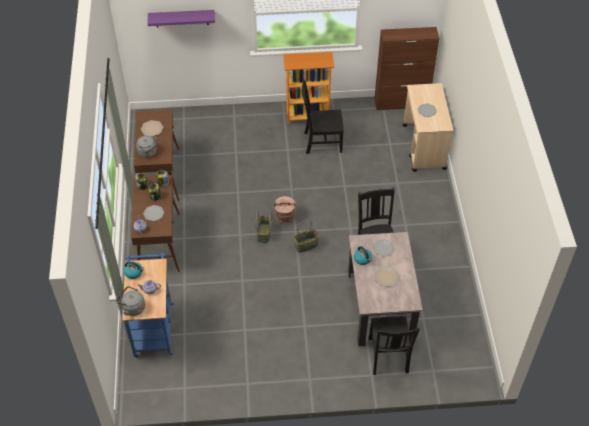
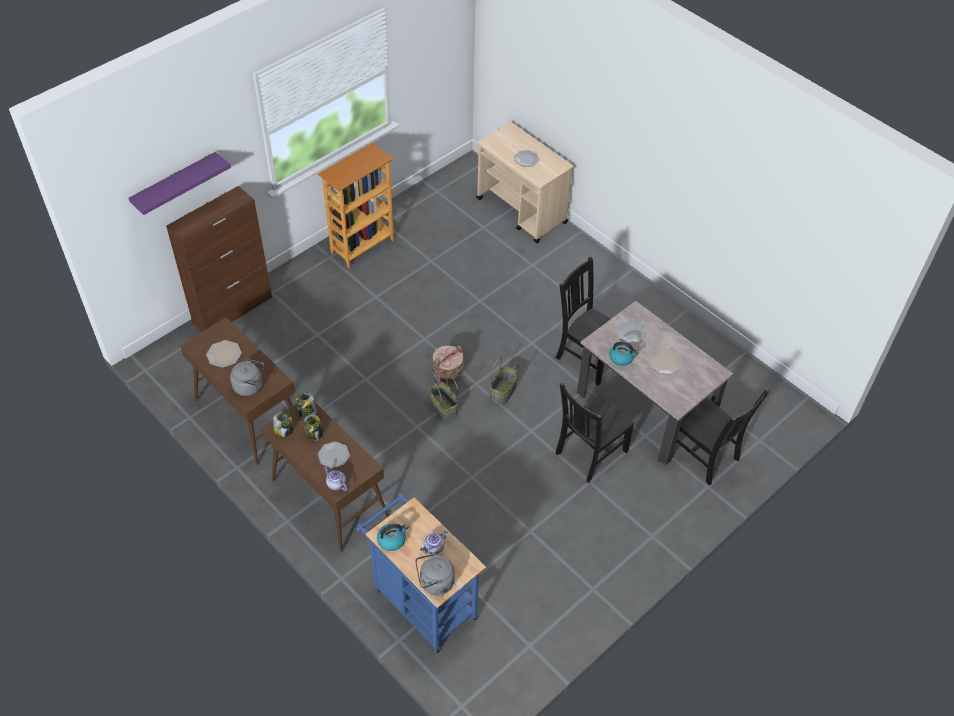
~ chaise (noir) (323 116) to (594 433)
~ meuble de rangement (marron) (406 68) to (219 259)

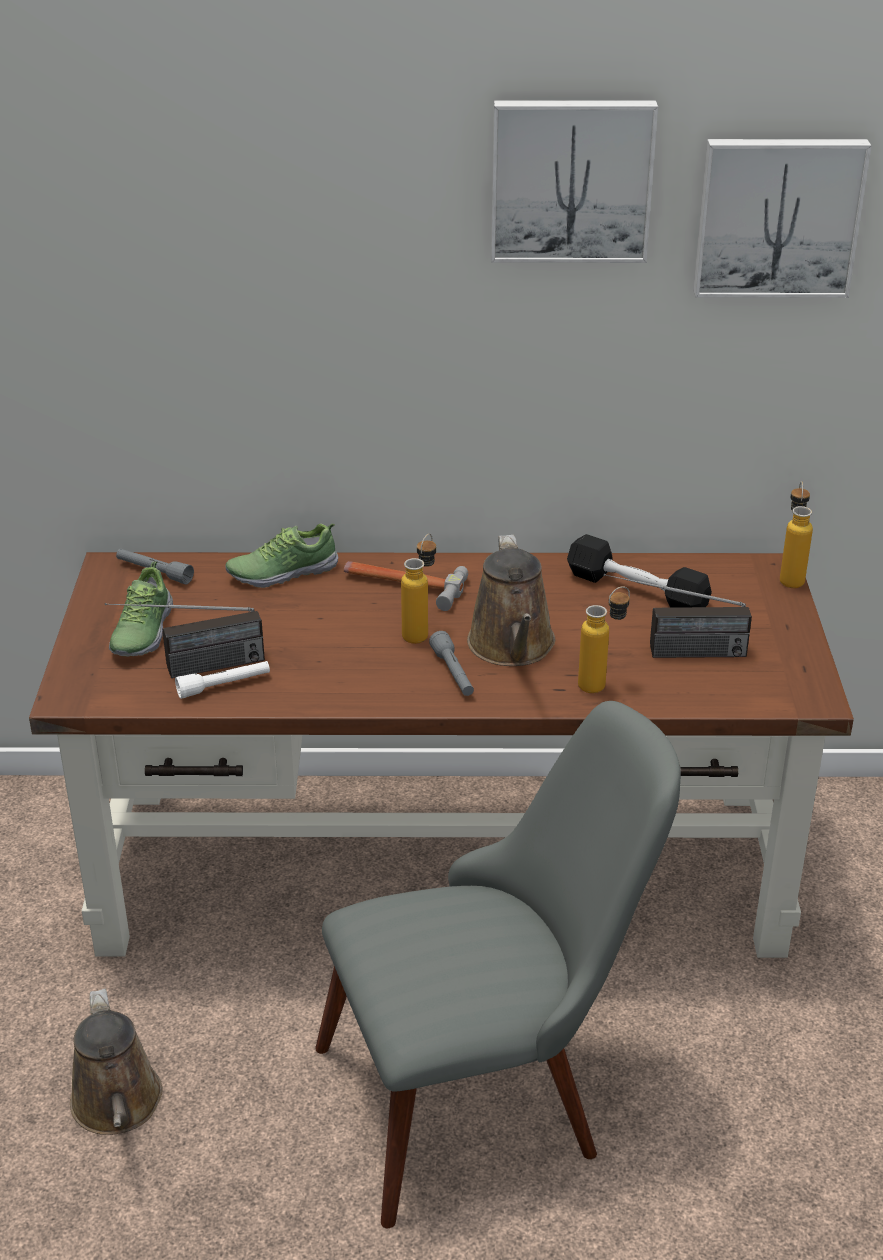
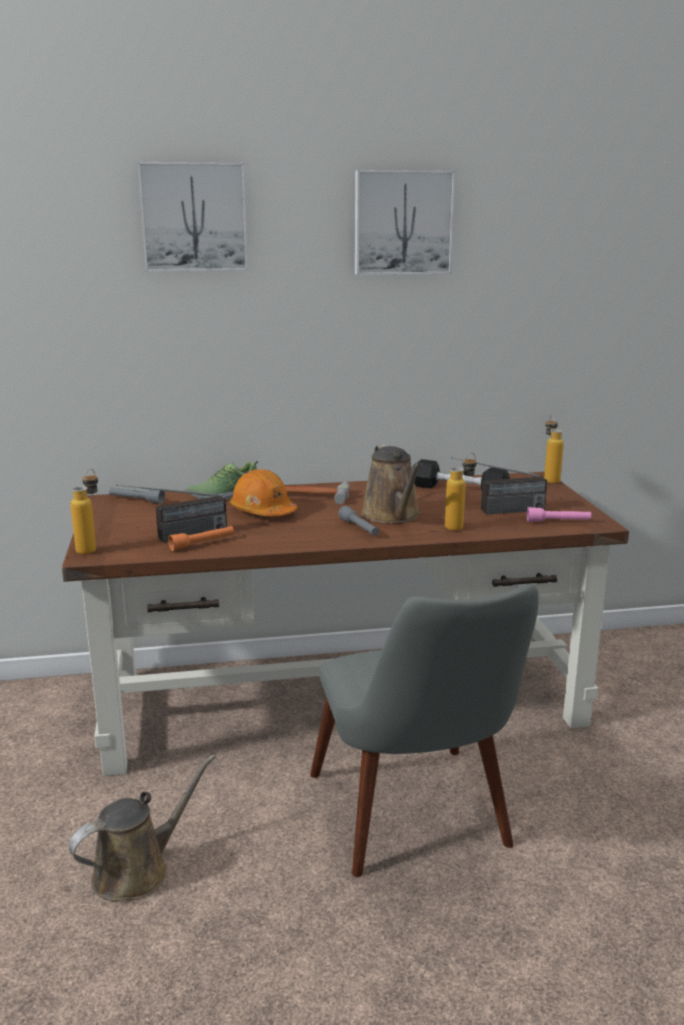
~ arrosoir (marron) (116 1061) = (142 828) 105 degrees counterclockwise
- chaussure (141 609)
~ lampe de poche (blanc) (222 680) to lampe de poche (orange) (201 538)
~ chaise (gris) (498 964) = (424 730) 105 degrees clockwise
~ bouteille (418 589) to (84 511)
~ tableau (782 218) to (193 217)
+ casque de chantier (orange) (263 492)
+ lampe de poche (rose) (559 514)

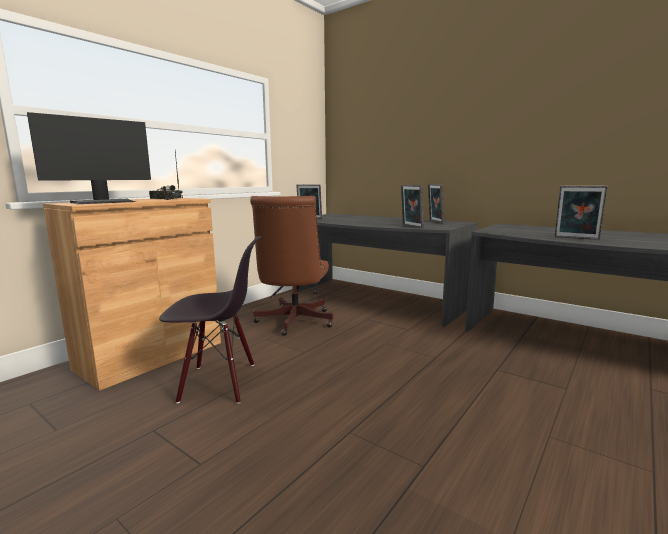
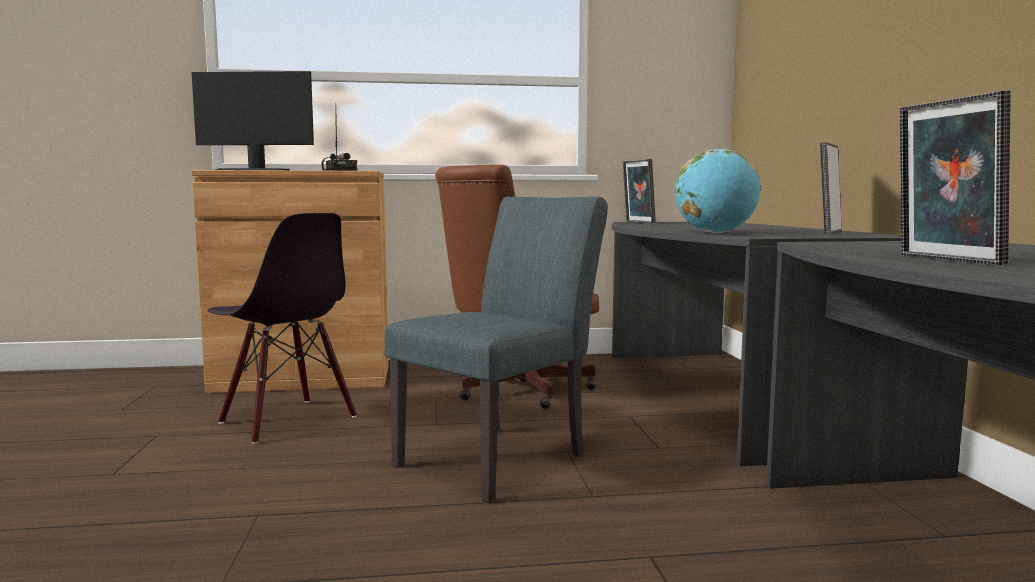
~ cadre photo (412 206) to globe (718 191)
+ chaise (gris) (496 350)

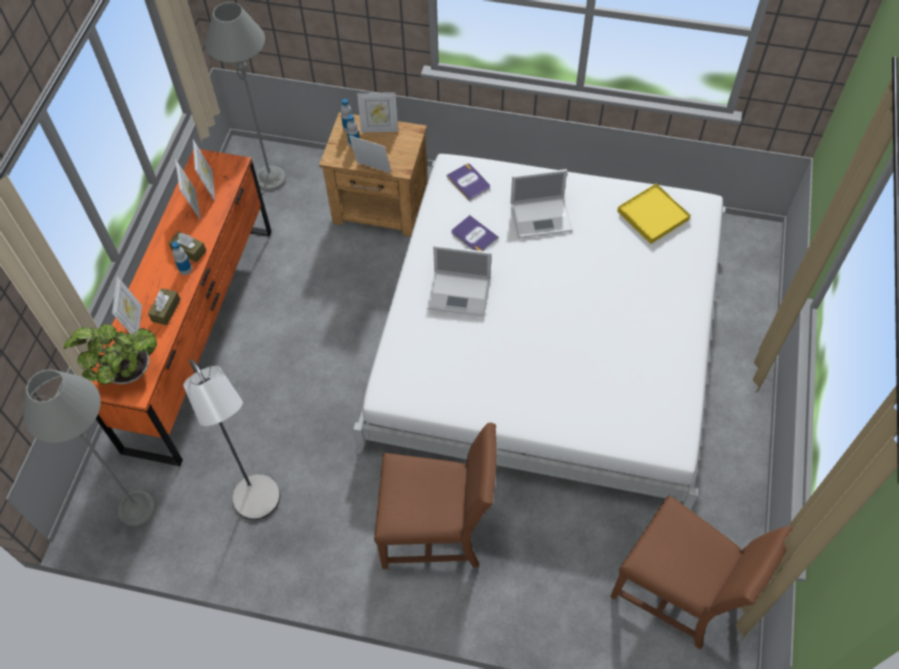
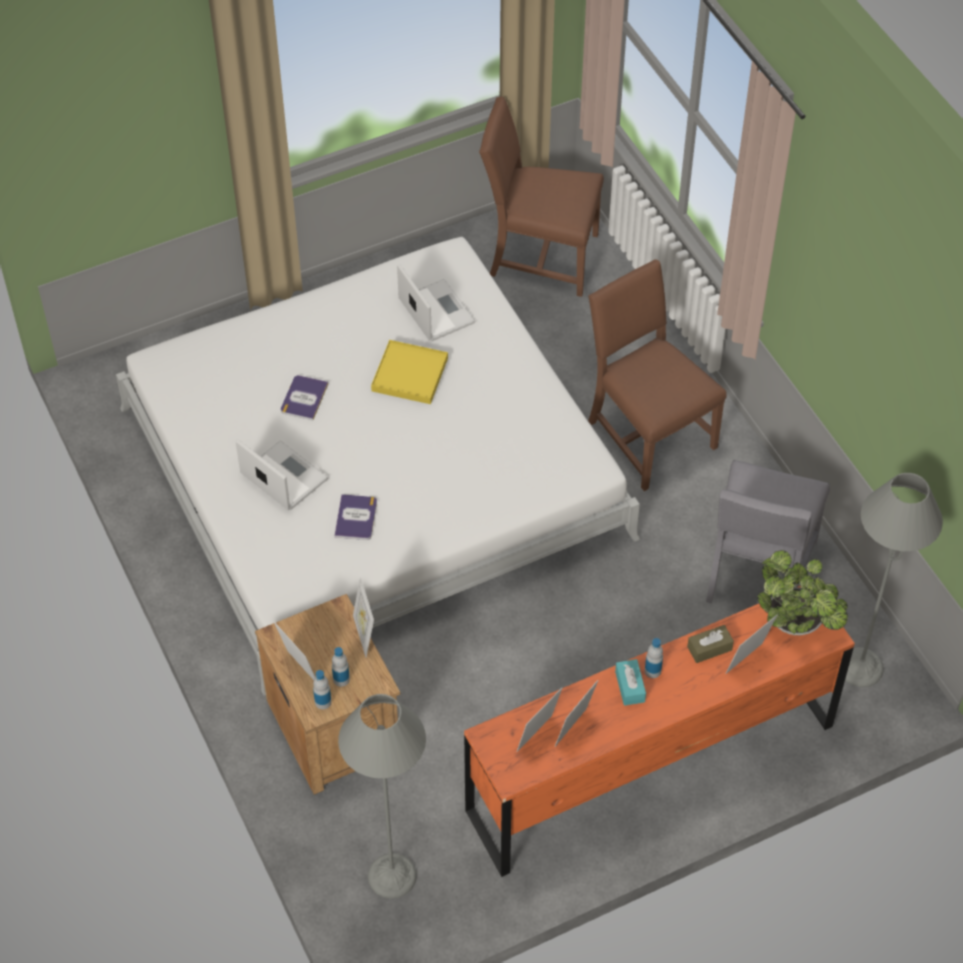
~ boîte à mouchoirs (marron) (187 246) to boîte à mouchoirs (turquoise) (630 682)
~ lampadaire (gris) (231 439) to chaise (gris) (768 531)
~ ordinateur portable (459 280) to (436 302)
~ livre (468 182) to (304 397)
~ chaise (marron) (701 573) = (541 197) 75 degrees counterclockwise
~ plateau (jaune) (653 214) to (409 372)

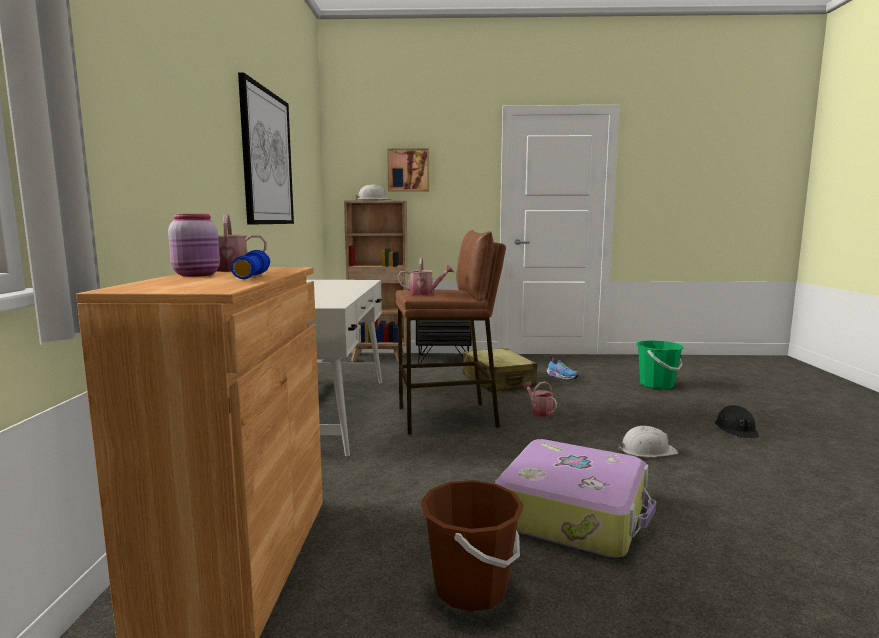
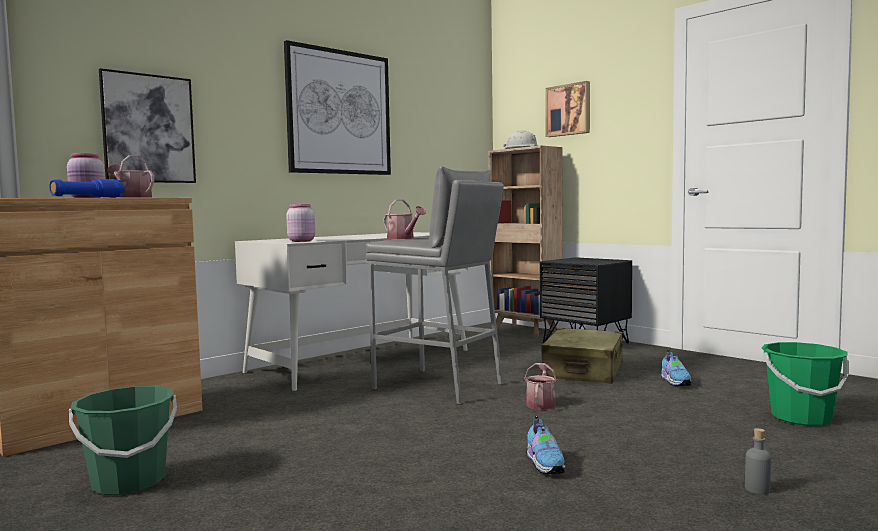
~ tabouret (marron) (451 332) to tabouret (gris) (435 285)
~ seau (marron) (472 545) to seau (vert) (123 440)
- valise (575 498)
~ casque de chantier (blanc) (648 441) to chaussure (545 445)
~ casque de chantier (noir) (737 421) to bouteille (gris) (758 461)
+ tableau (147 125)
+ bocal (rose) (300 223)

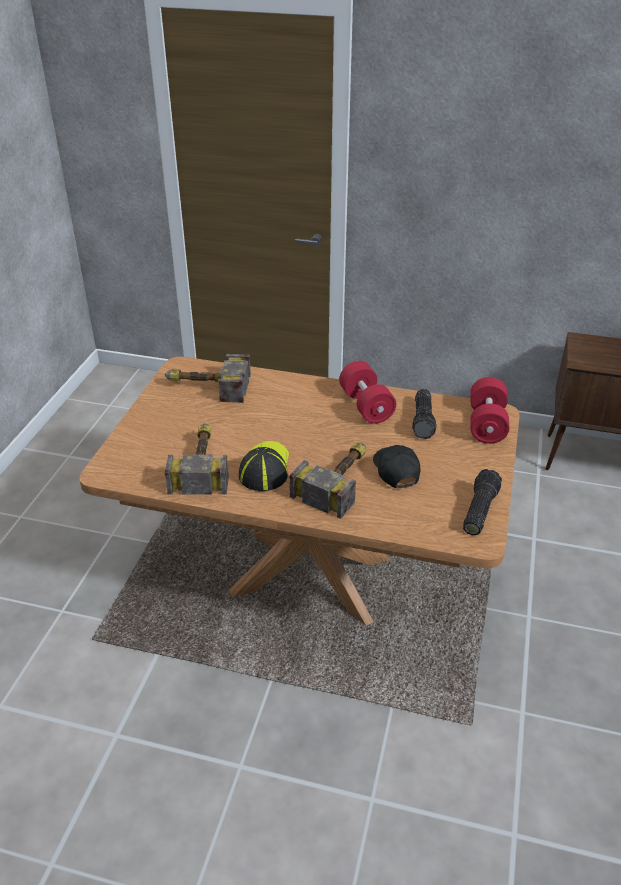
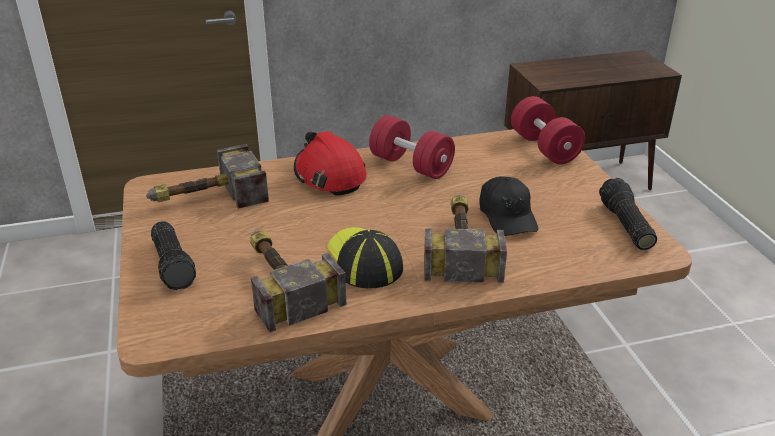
~ casquette (noir) (397 466) = (509 206) 150 degrees counterclockwise
~ lampe de poche (424 414) to (173 255)
+ casque de chantier (rouge) (330 163)

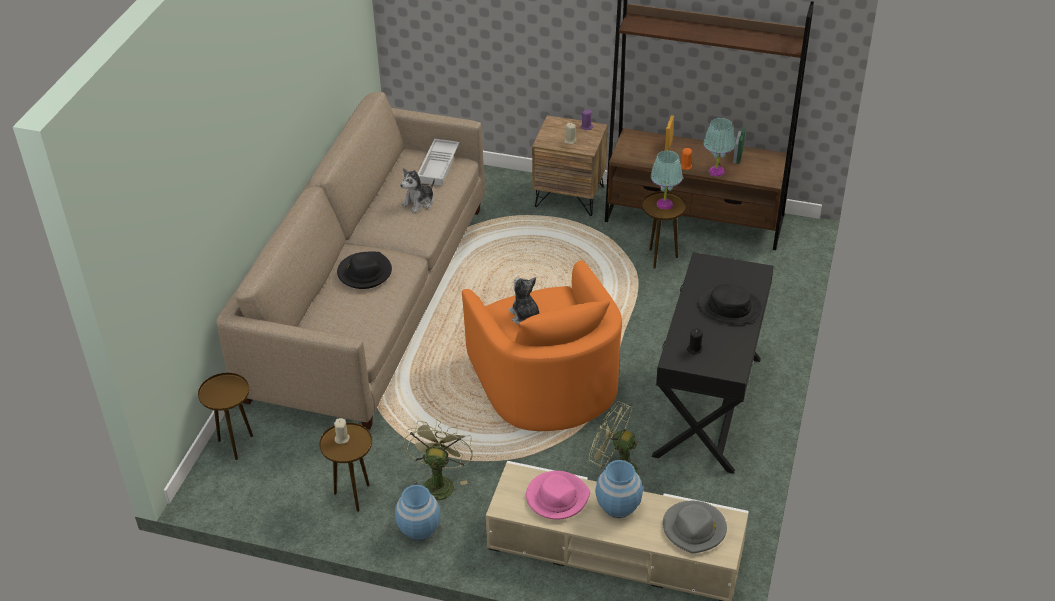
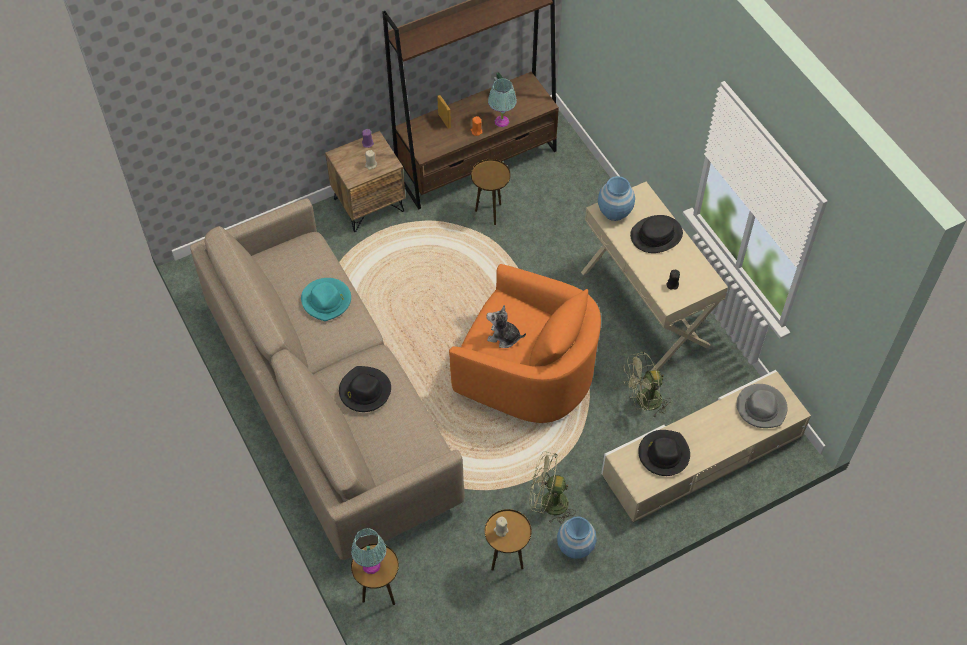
~ peluche (417 190) to chapeau (turquoise) (326 299)
~ ventilateur (vert) (438 460) = (552 487) 45 degrees counterclockwise
- plateau (blanc) (439 162)
~ chapeau (rose) (558 495) to chapeau (noir) (664 453)
~ vase (bleu) (619 489) to (616 198)
~ lampe de table (turquoise) (667 179) to (368 551)
~ table console (noir) (713 363) to table console (beige) (654 276)

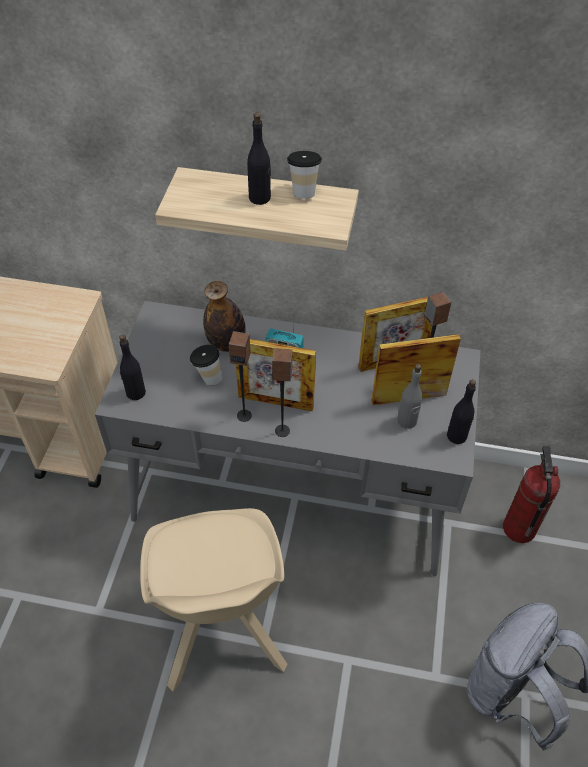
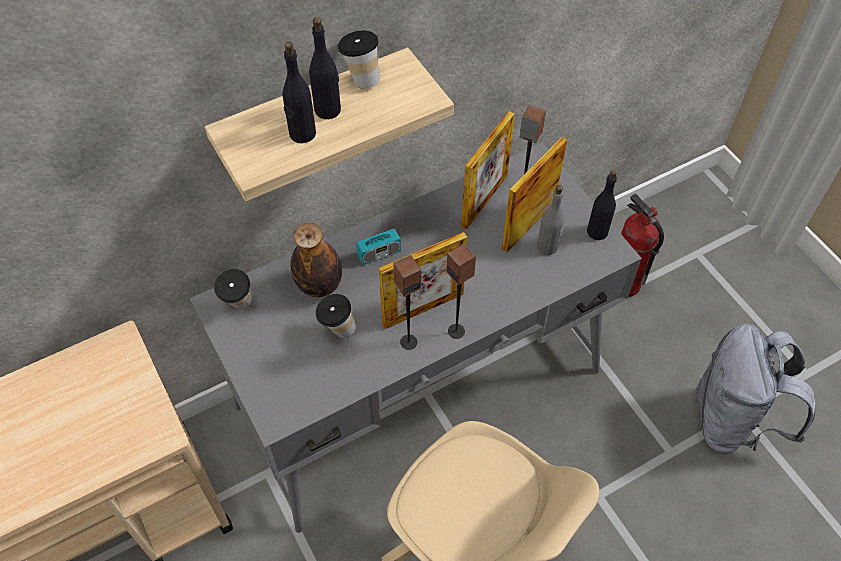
~ bouteille (noir) (132 367) to (299 92)
+ tasse (233 289)

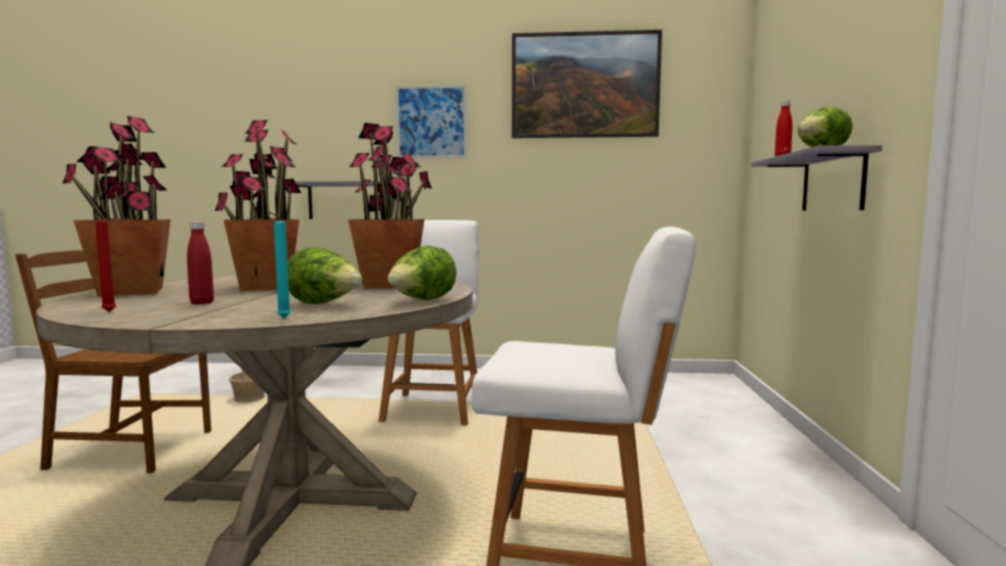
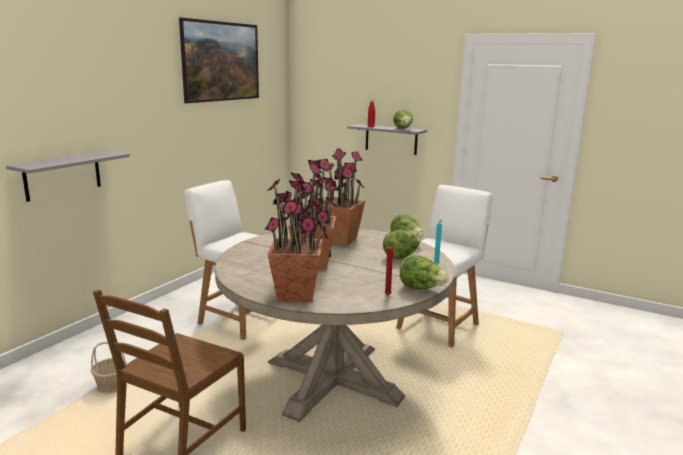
- bouteille (rouge) (200 262)
- tableau (431 121)
+ laitue (424 272)

